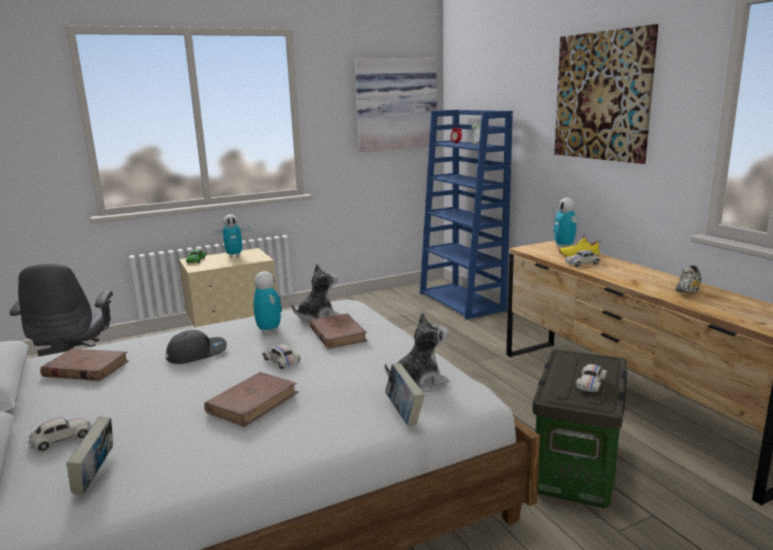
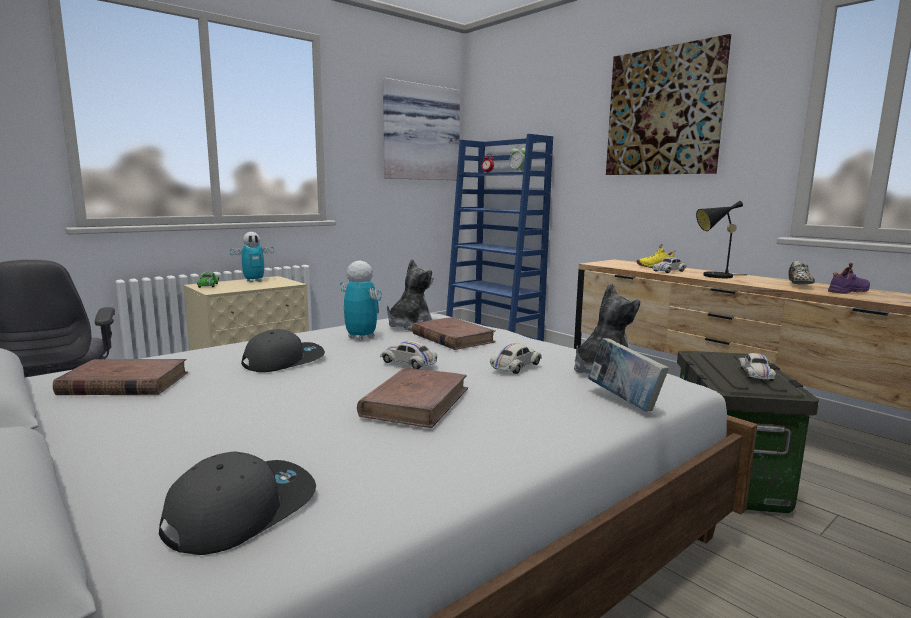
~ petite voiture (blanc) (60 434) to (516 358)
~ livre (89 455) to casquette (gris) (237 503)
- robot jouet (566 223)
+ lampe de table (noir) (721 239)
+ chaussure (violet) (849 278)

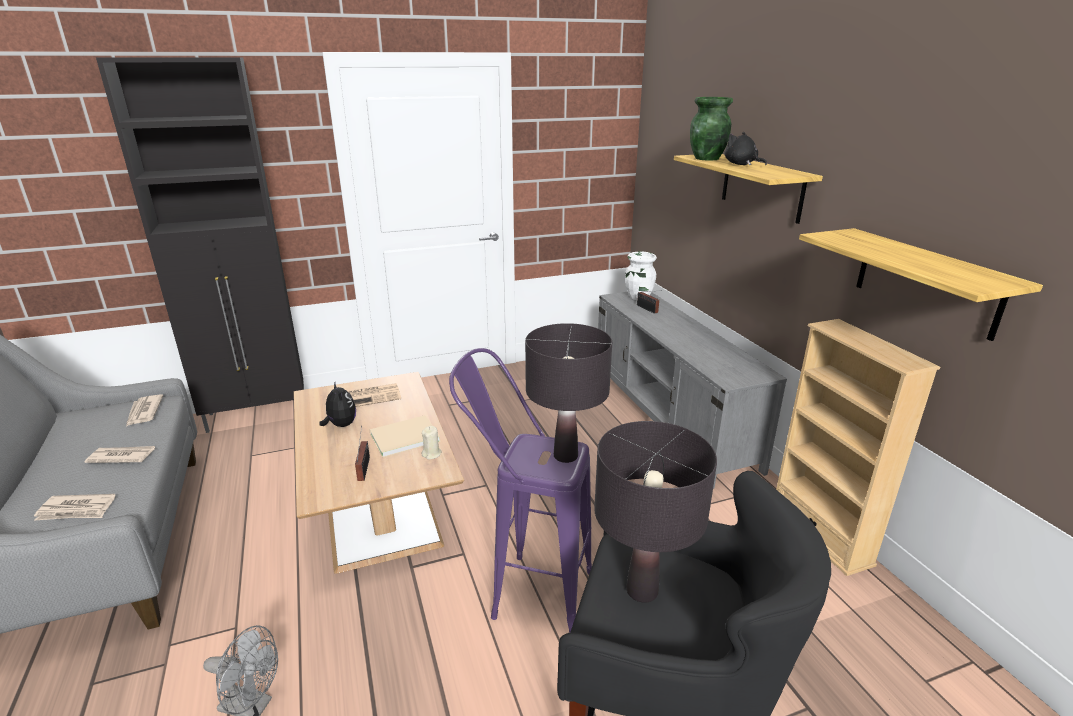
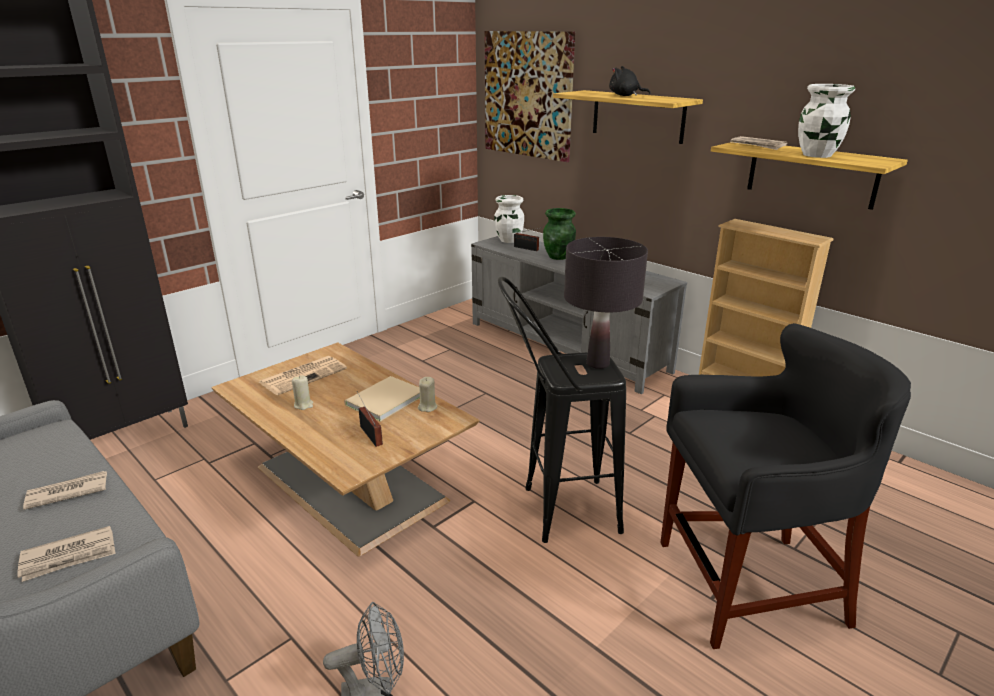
~ journal (144 410) to (759 143)
~ peluche (337 405) to bougie (beige) (302 392)
~ tabouret (violet) (520 490) to tabouret (noir) (562 410)
- lampe de table (noir) (655 512)
~ vase (vert) (711 129) to (559 234)
+ tableau (530 96)
+ vase (blanc) (826 121)

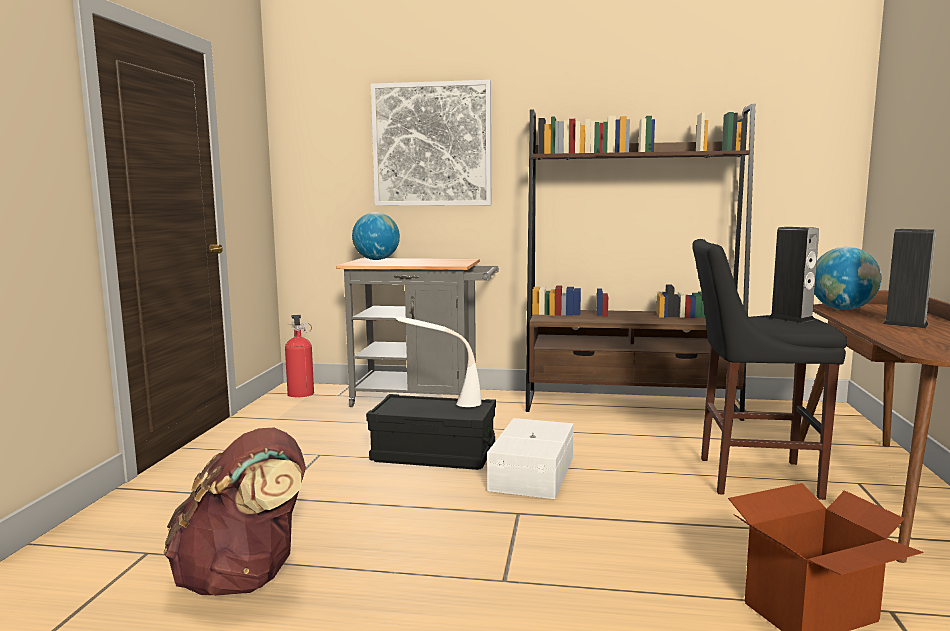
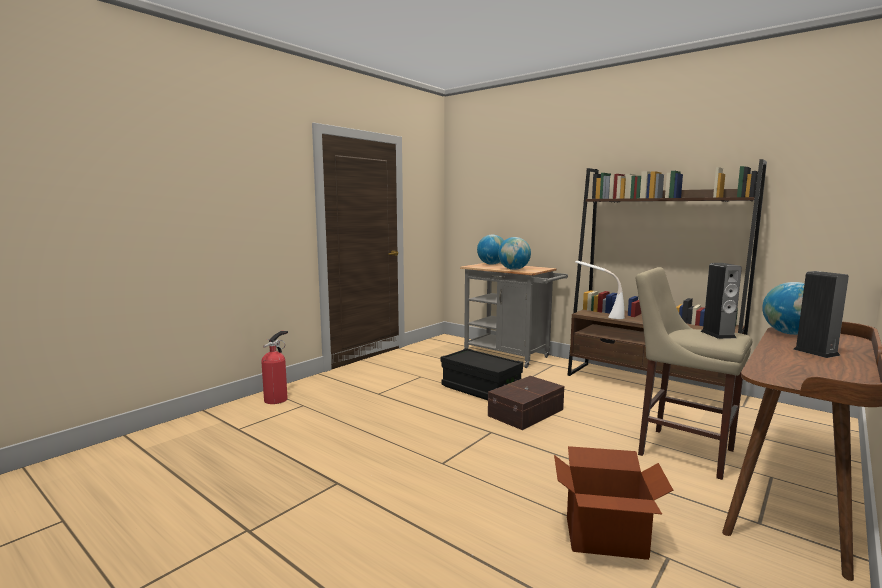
- sac à dos (marron) (235 511)
~ extincteur (299 356) to (274 367)
- tableau (431 143)
~ lampe de table (blanc) (439 362) to (600 290)
~ boîte de rangement (blanc) (530 458) to boîte de rangement (marron) (526 403)
~ tabouret (noir) (769 369) to tabouret (beige) (694 373)
+ globe (514 253)

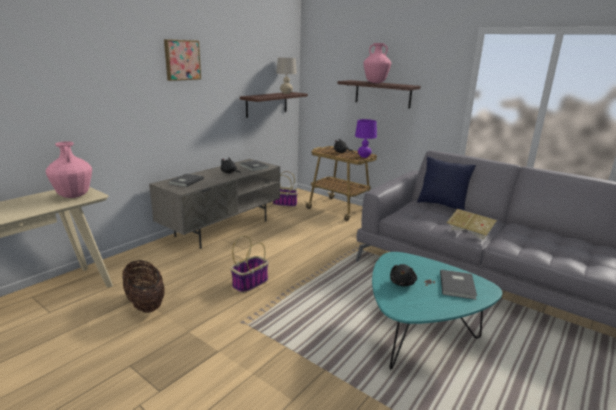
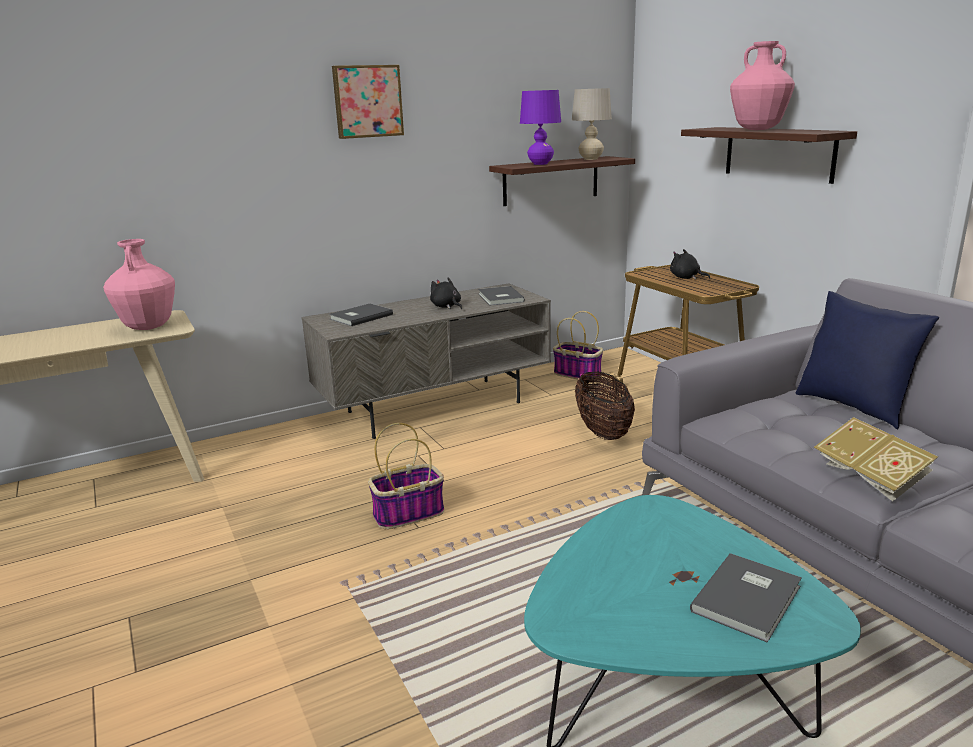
~ panier (143 286) to (605 406)
~ lampe de table (violet) (366 138) to (540 127)
- peluche (noir) (403 275)

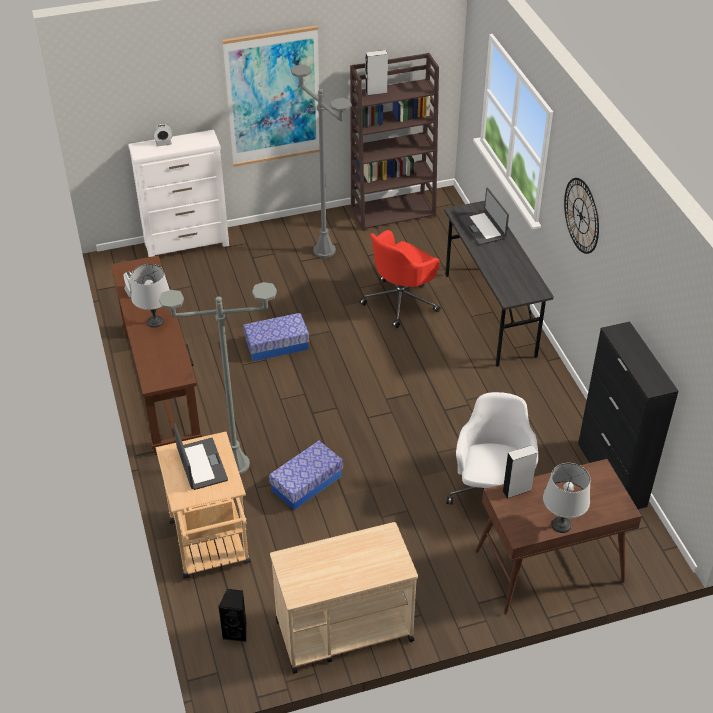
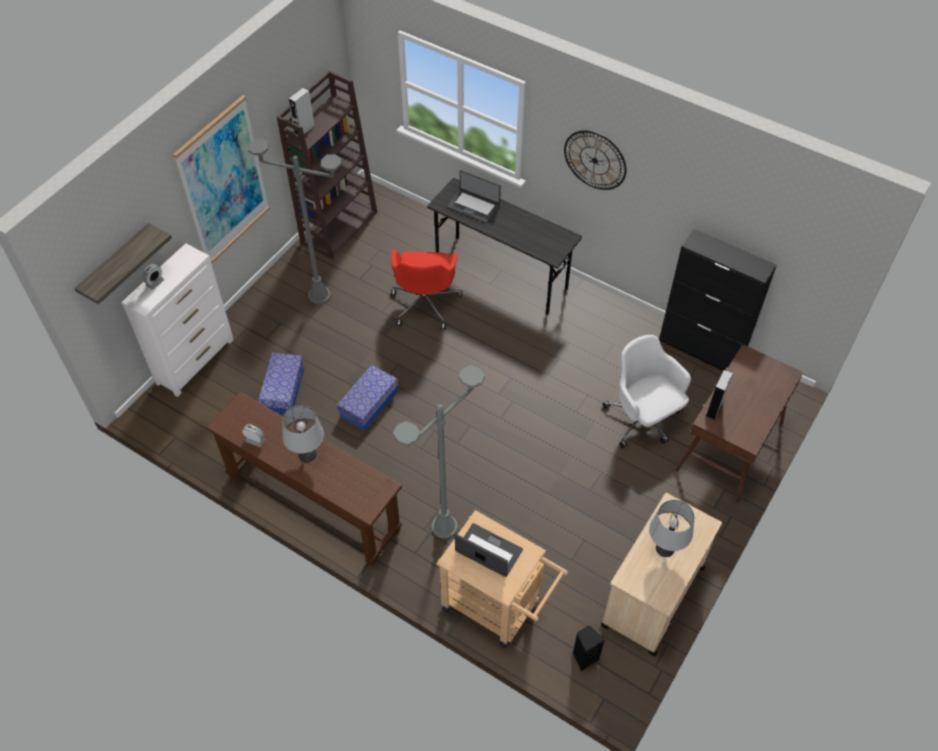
~ boîte de rangement (306 475) to (281 383)
~ lampe de table (gris) (566 498) to (672 528)
+ étagère (123 264)

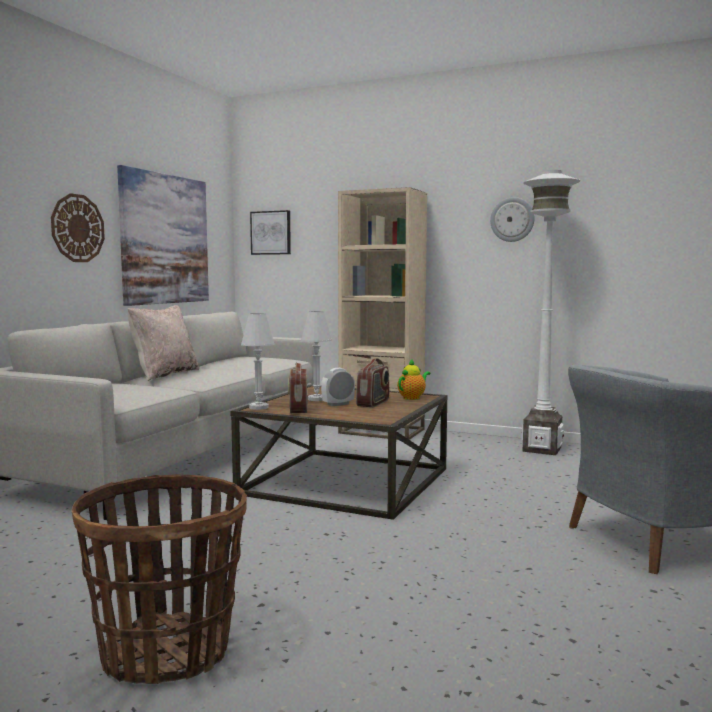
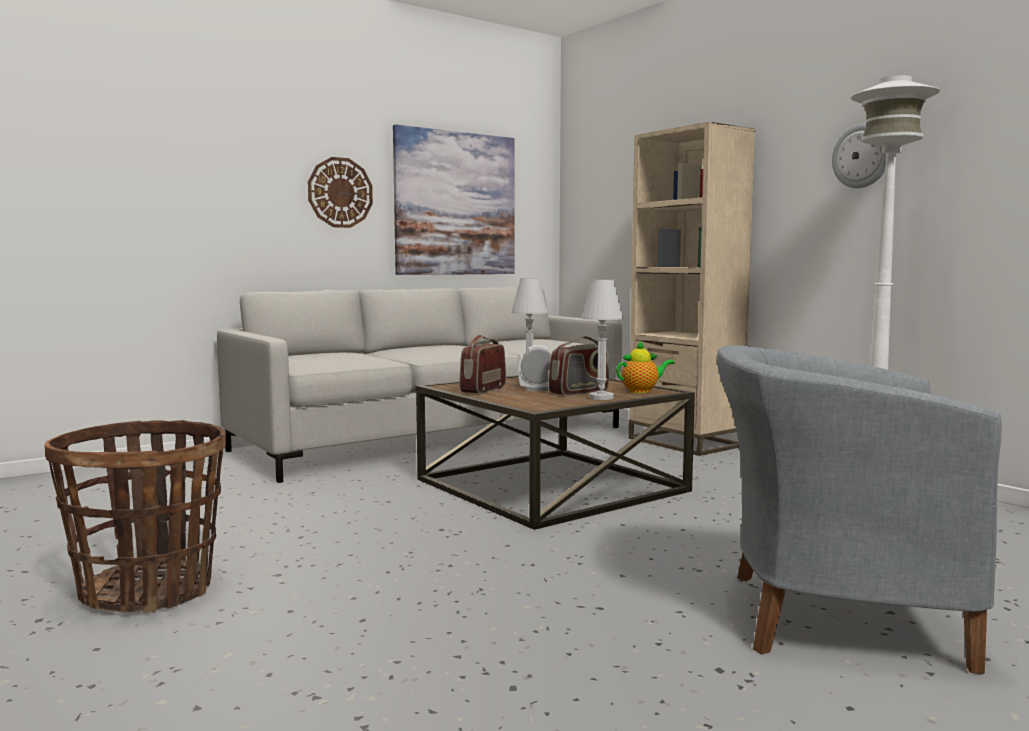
- coussin (beige) (163 343)
~ lampe de table (blanc) (257 361) to (603 339)
- tableau (270 232)

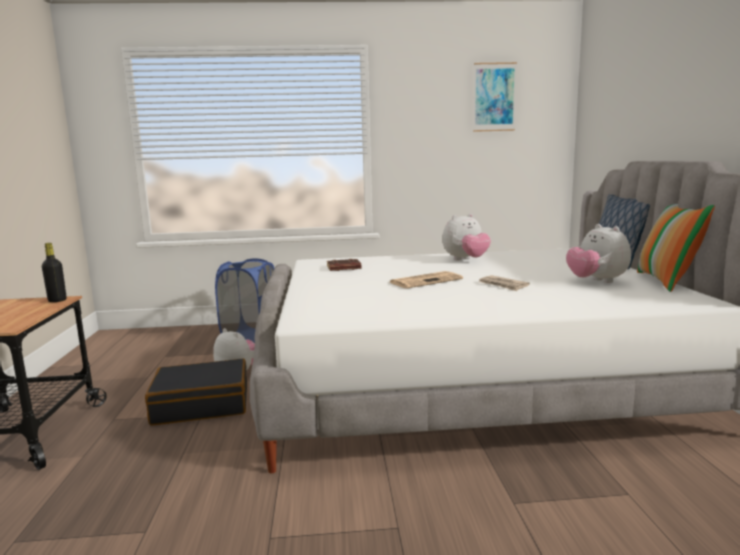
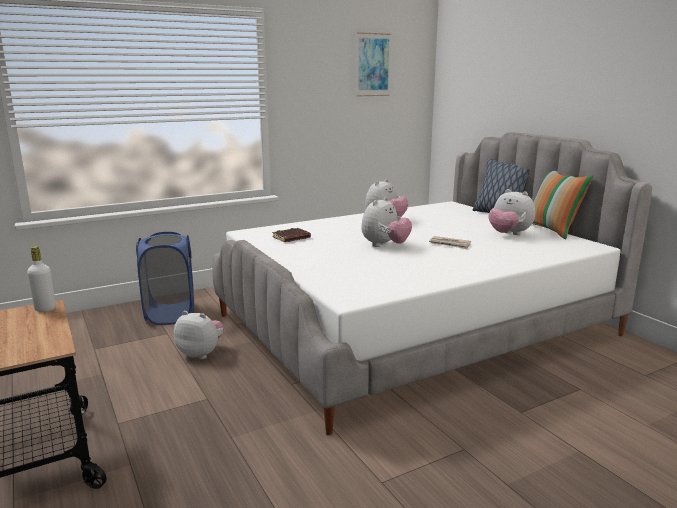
~ bouteille (noir) (54 272) to bouteille (blanc) (41 279)
- valise (noir) (196 392)
~ journal (426 279) to peluche (386 222)

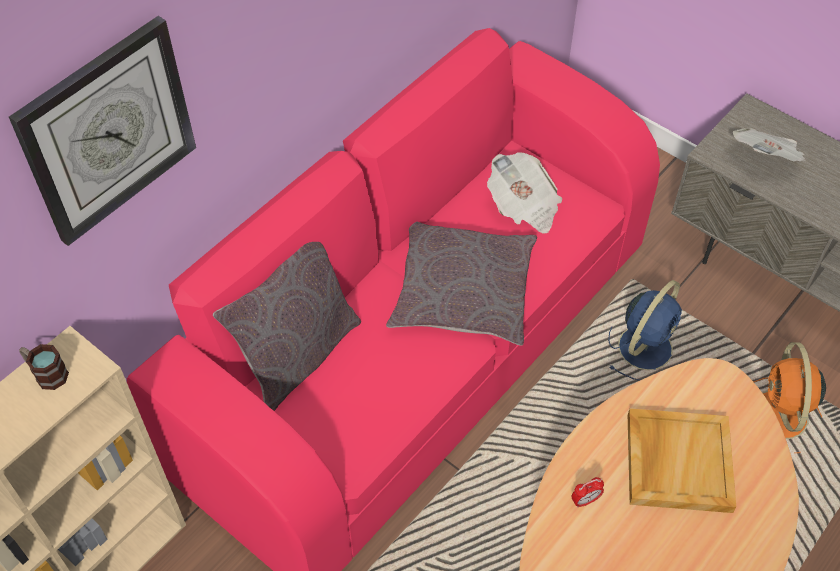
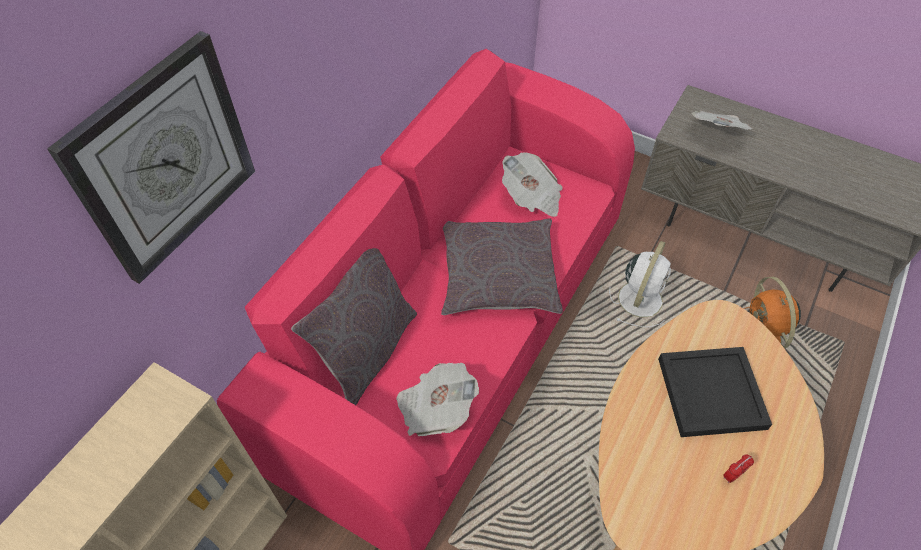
- mug (44 367)
~ réveil (588 492) to (738 468)
~ ventilateur (bleu) (645 330) to ventilateur (blanc) (640 284)
~ plateau (beige) (682 460) to plateau (noir) (715 392)
+ journal (437 399)

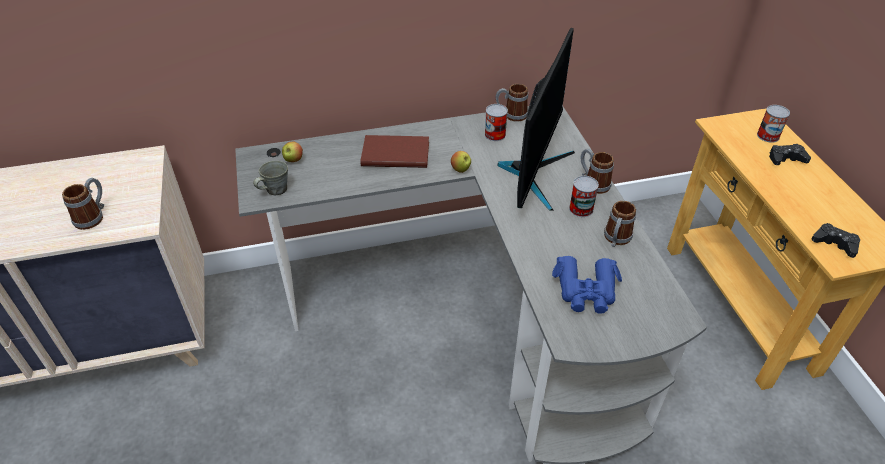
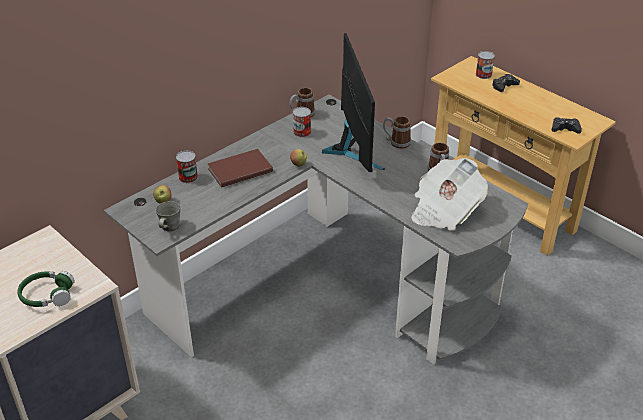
~ mug (83 204) to casque audio (vert) (46 289)
~ jumelles (bleu) (587 285) to journal (449 194)
~ boîte métallique (584 196) to (187 167)

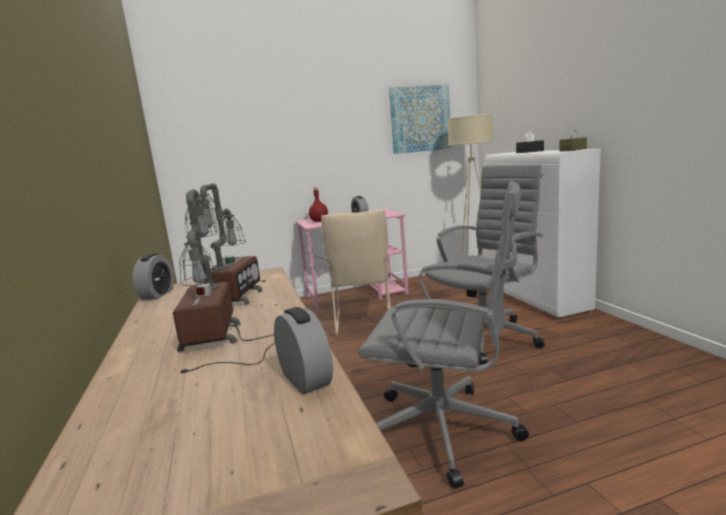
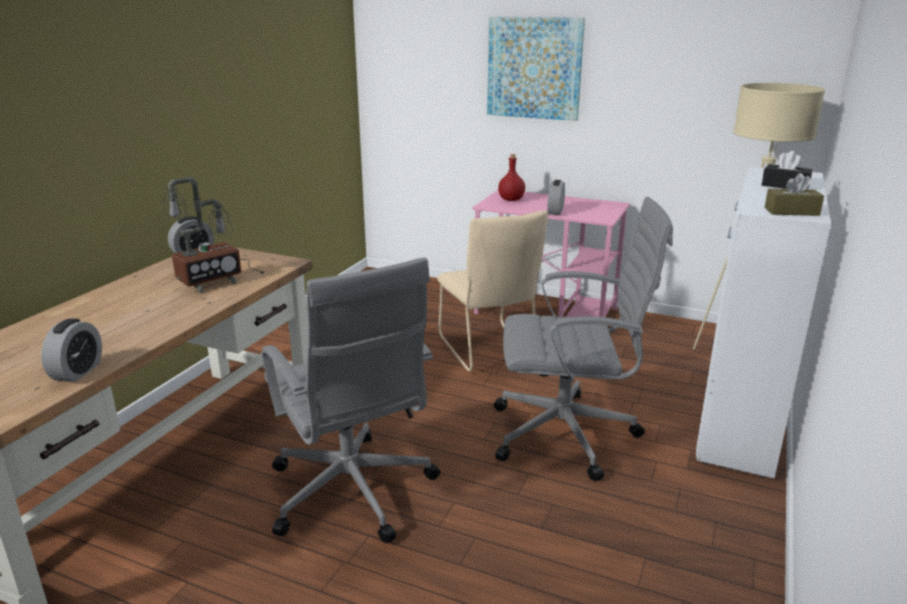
- lampe de table (224 281)
~ chaise (beige) (356 272) = (492 291) 60 degrees counterclockwise
~ tableau (420 119) to (536 69)

